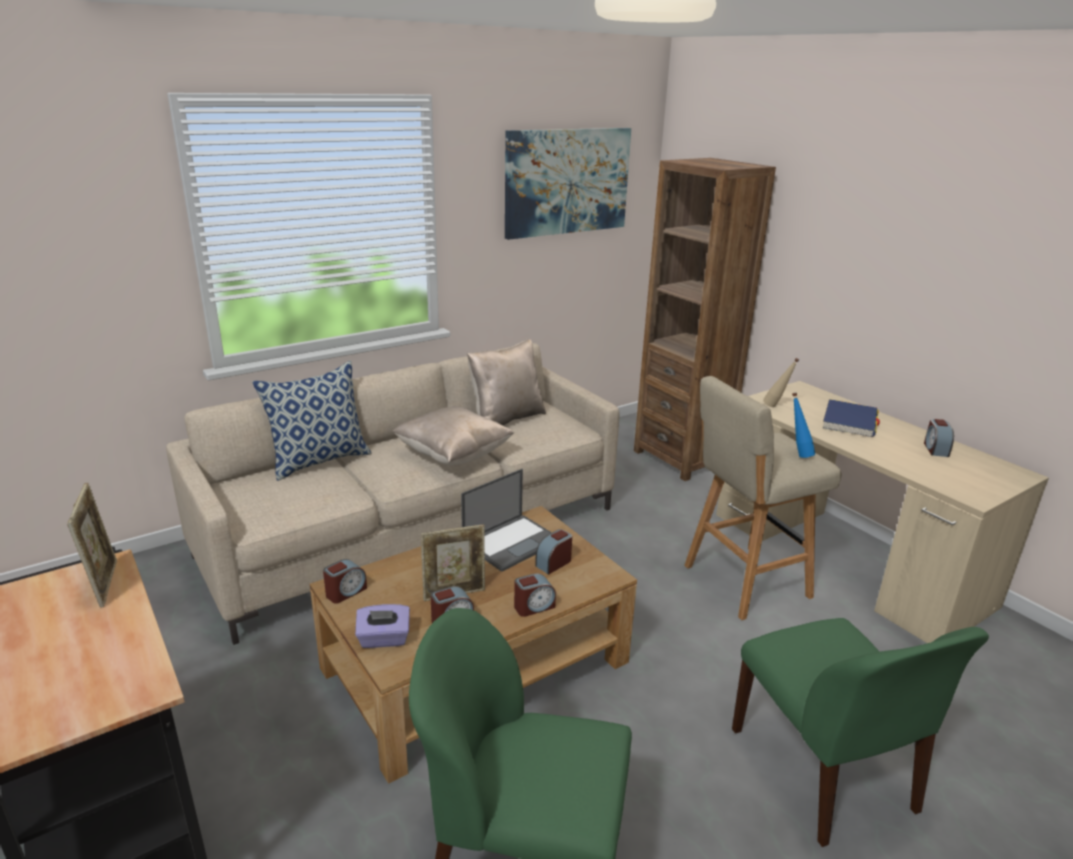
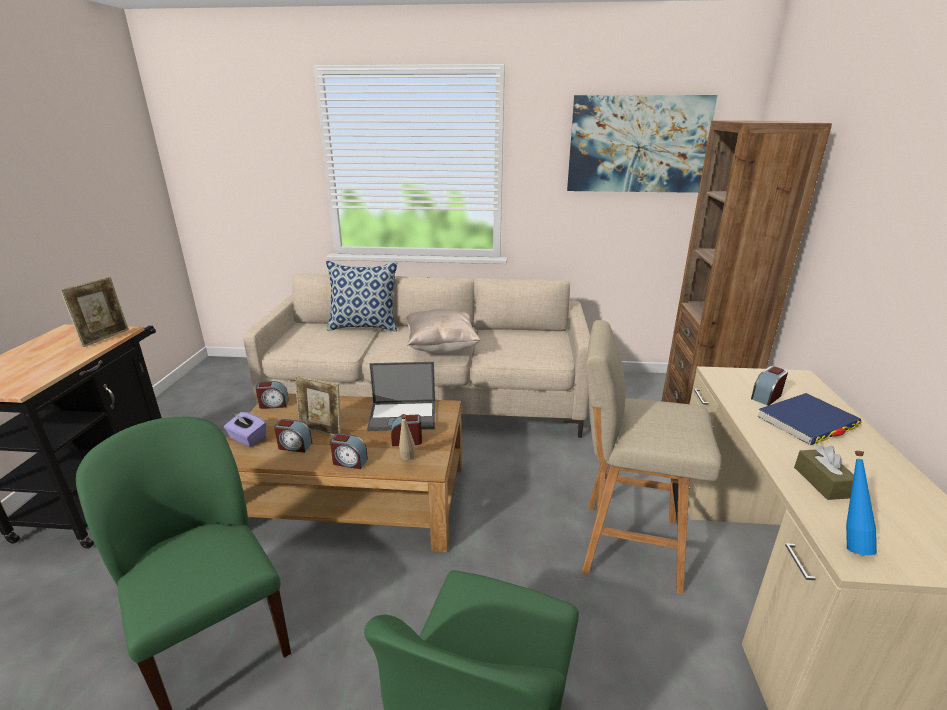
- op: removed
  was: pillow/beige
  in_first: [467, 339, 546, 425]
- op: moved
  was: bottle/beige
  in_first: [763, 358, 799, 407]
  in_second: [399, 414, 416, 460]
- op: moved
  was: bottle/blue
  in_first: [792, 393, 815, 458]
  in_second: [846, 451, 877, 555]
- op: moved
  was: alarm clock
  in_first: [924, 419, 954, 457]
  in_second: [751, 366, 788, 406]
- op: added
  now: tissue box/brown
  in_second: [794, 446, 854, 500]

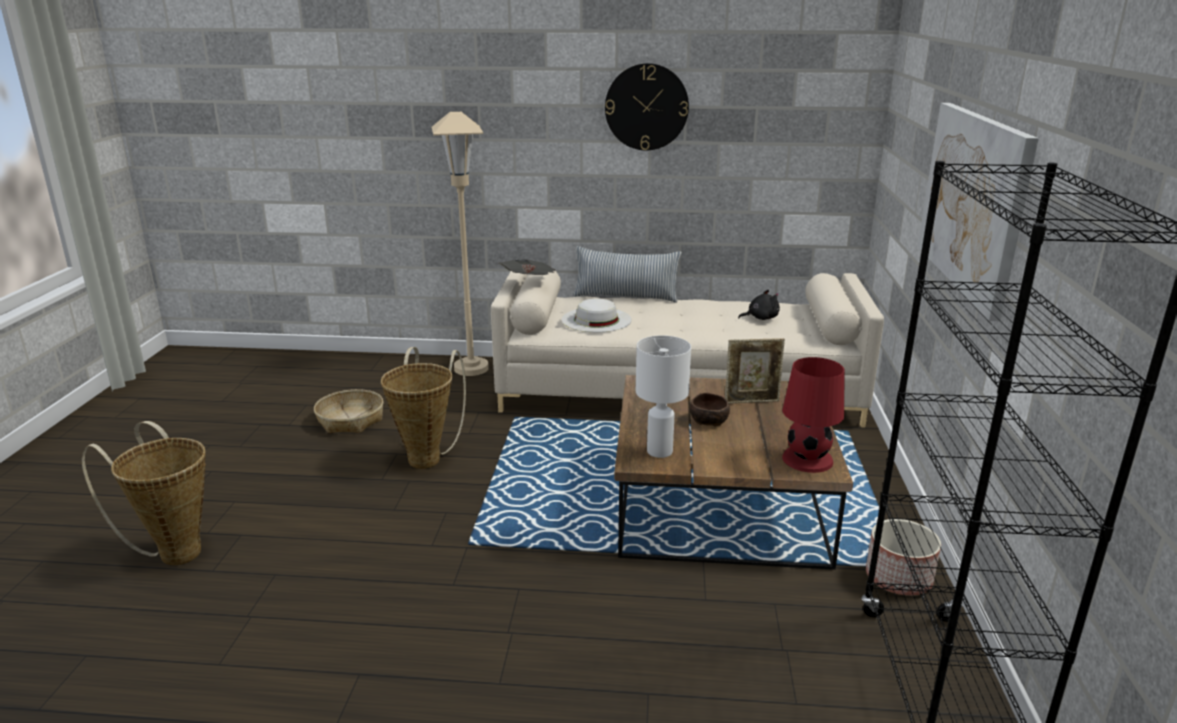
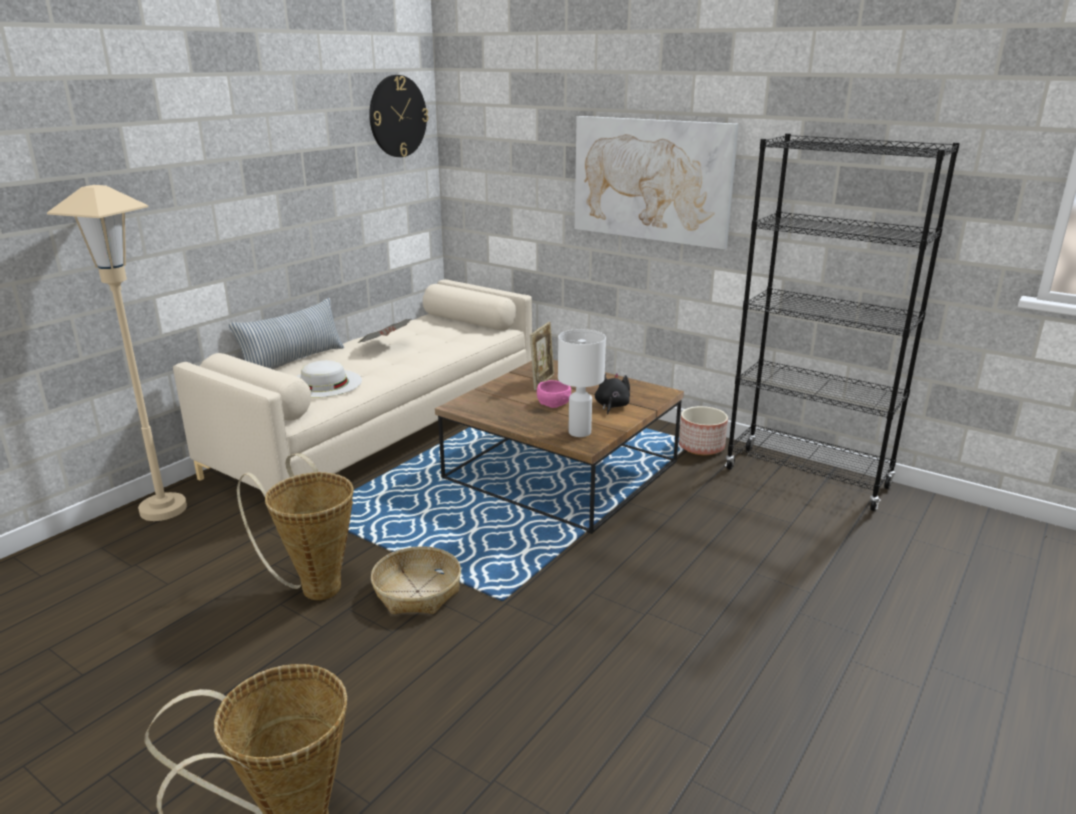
- op: moved
  was: wall clock
  in_first: [605, 63, 689, 150]
  in_second: [369, 75, 428, 157]
- op: moved
  was: newspaper
  in_first: [498, 260, 556, 275]
  in_second: [358, 319, 412, 343]
- op: moved
  was: plush toy/black
  in_first: [738, 289, 780, 320]
  in_second: [595, 373, 630, 415]
- op: removed
  was: table lamp/red
  in_first: [782, 357, 845, 473]
- op: moved
  was: basket
  in_first: [314, 389, 384, 433]
  in_second: [371, 546, 461, 614]
- op: recoloured
  was: bowl/brown
  now: bowl/pink
  in_first: [690, 393, 730, 427]
  in_second: [537, 380, 571, 408]

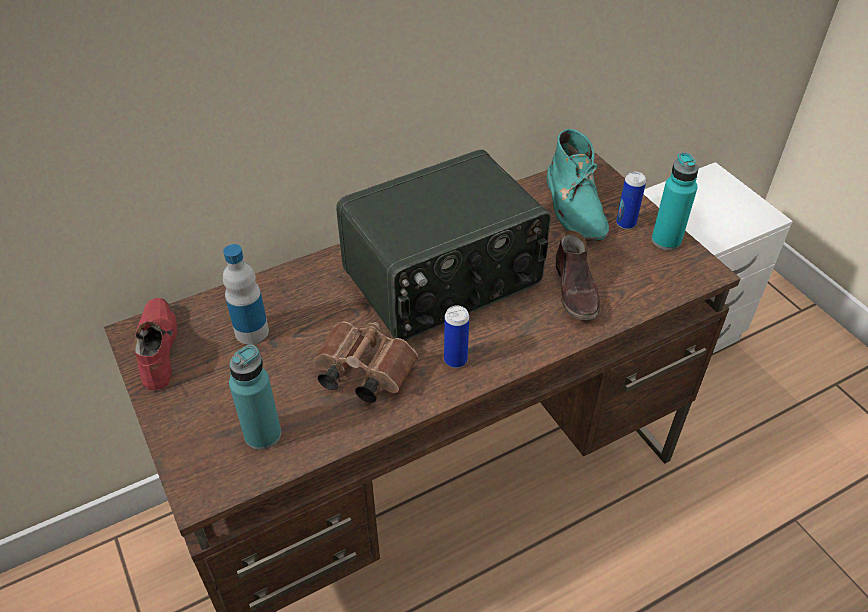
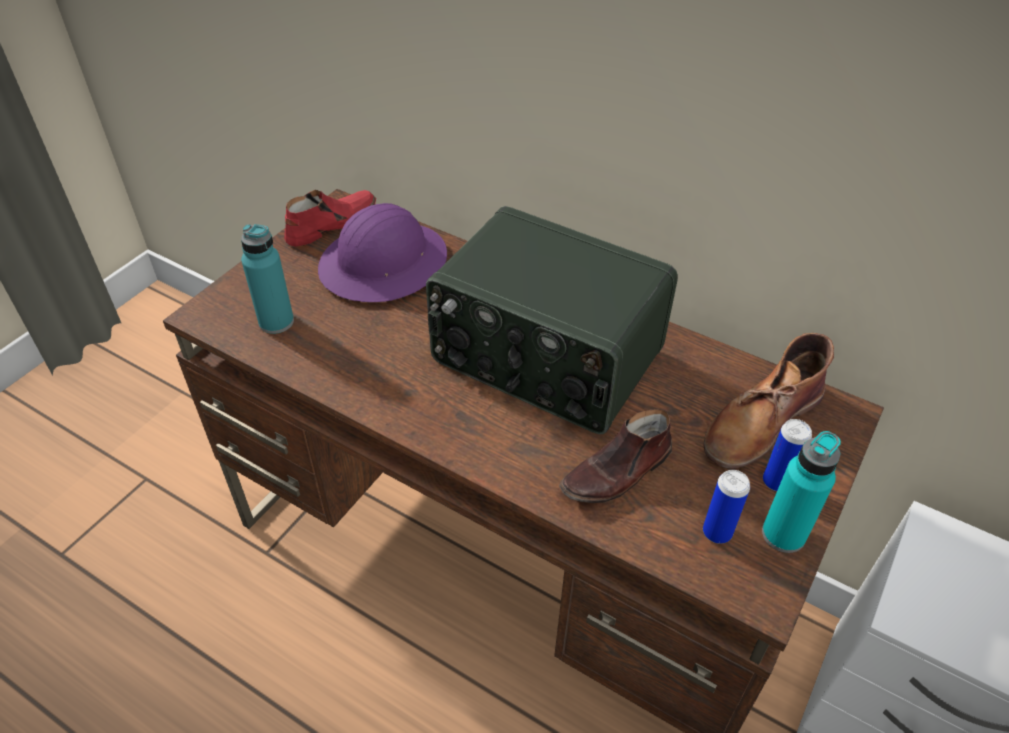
- op: recoloured
  was: boot/turquoise
  now: boot/brown
  in_first: [547, 129, 609, 241]
  in_second: [703, 333, 834, 468]
- op: replaced
  was: bottle
  now: hard hat/purple
  in_first: [223, 244, 269, 345]
  in_second: [318, 203, 447, 302]
- op: moved
  was: can
  in_first: [444, 306, 469, 368]
  in_second: [703, 470, 750, 544]
- op: removed
  was: binoculars/brown
  in_first: [313, 322, 418, 403]

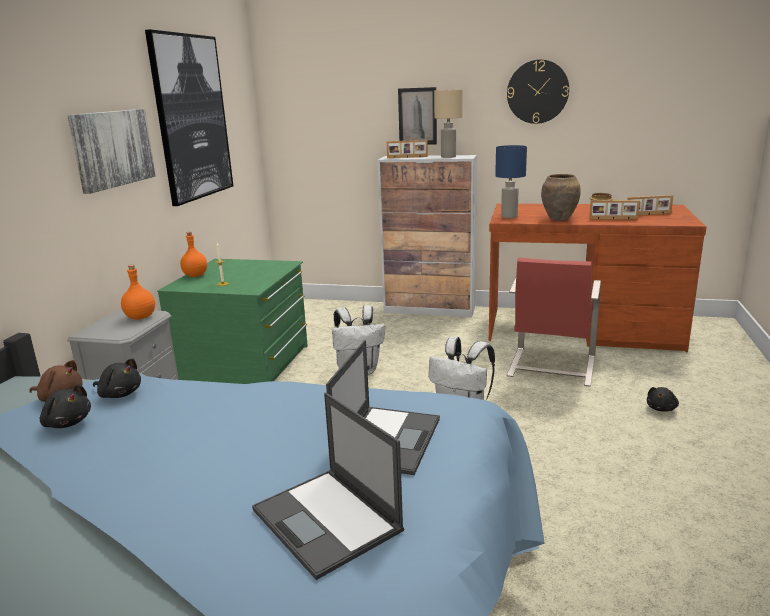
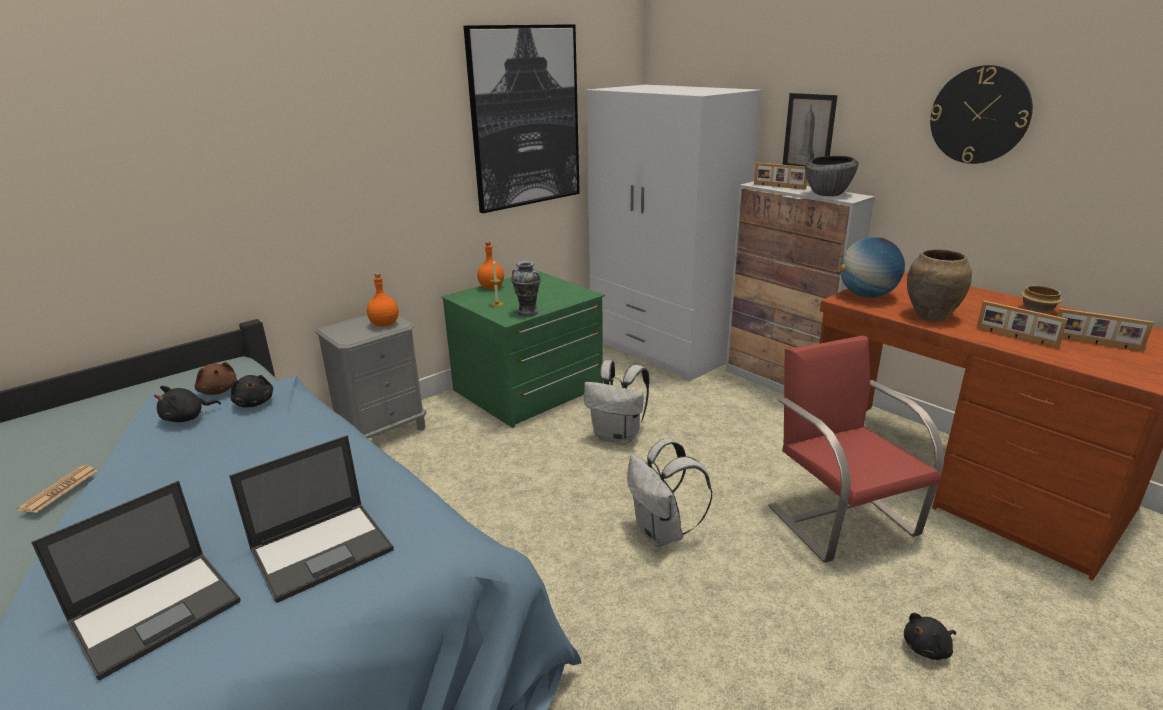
- op: replaced
  was: table lamp/beige
  now: bowl
  in_first: [434, 89, 463, 158]
  in_second: [805, 156, 859, 196]
- op: removed
  was: picture
  in_first: [67, 109, 156, 194]
- op: replaced
  was: table lamp/blue
  now: globe
  in_first: [495, 145, 527, 218]
  in_second: [840, 237, 905, 298]
- op: turned
  was: chair/red
  in_first: [507, 257, 601, 387]
  in_second: [768, 335, 944, 563]
  clockwise: 105
- op: turned
  was: plush toy/black
  in_first: [40, 385, 91, 428]
  in_second: [154, 386, 221, 422]
  clockwise: 75
- op: turned
  was: laptop
  in_first: [252, 393, 404, 580]
  in_second: [31, 481, 240, 681]
  clockwise: -135
- op: added
  now: wardrobe/white
  in_second: [586, 85, 762, 381]
- op: added
  now: vase
  in_second: [511, 261, 541, 317]
- op: added
  now: newspaper
  in_second: [17, 466, 97, 513]

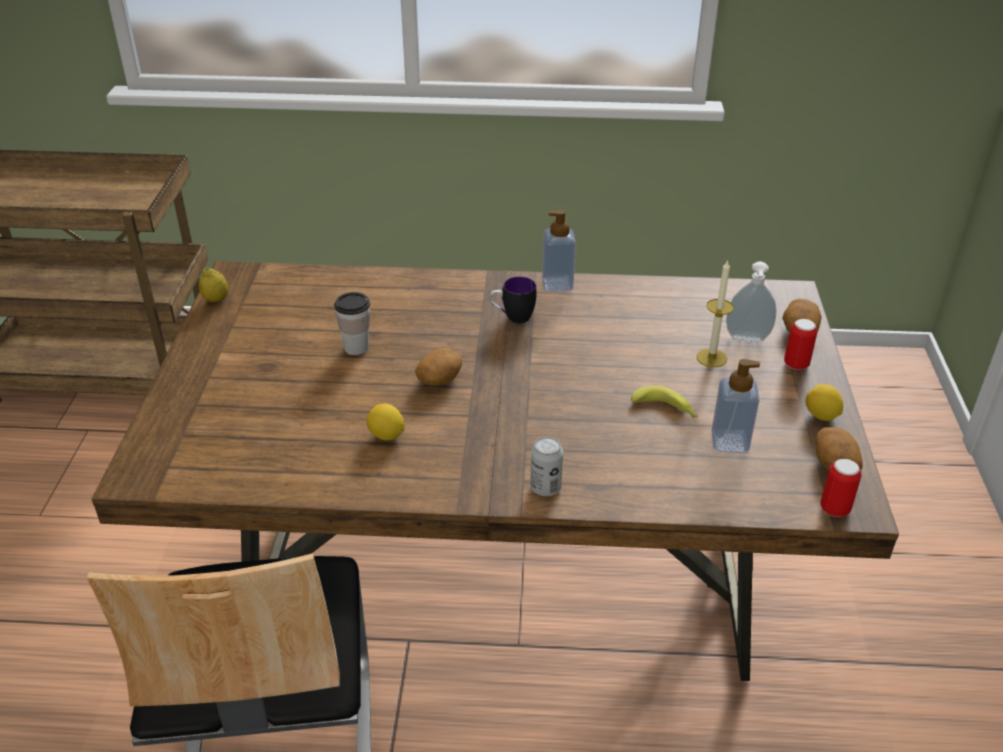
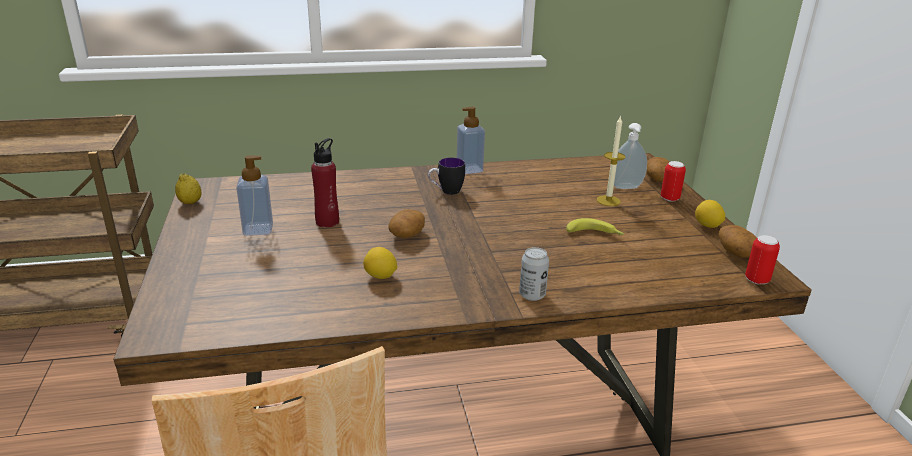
- op: replaced
  was: cup
  now: bottle/red
  in_first: [334, 292, 370, 355]
  in_second: [311, 138, 339, 227]
- op: moved
  was: soap dispenser
  in_first: [711, 359, 760, 453]
  in_second: [236, 155, 273, 236]

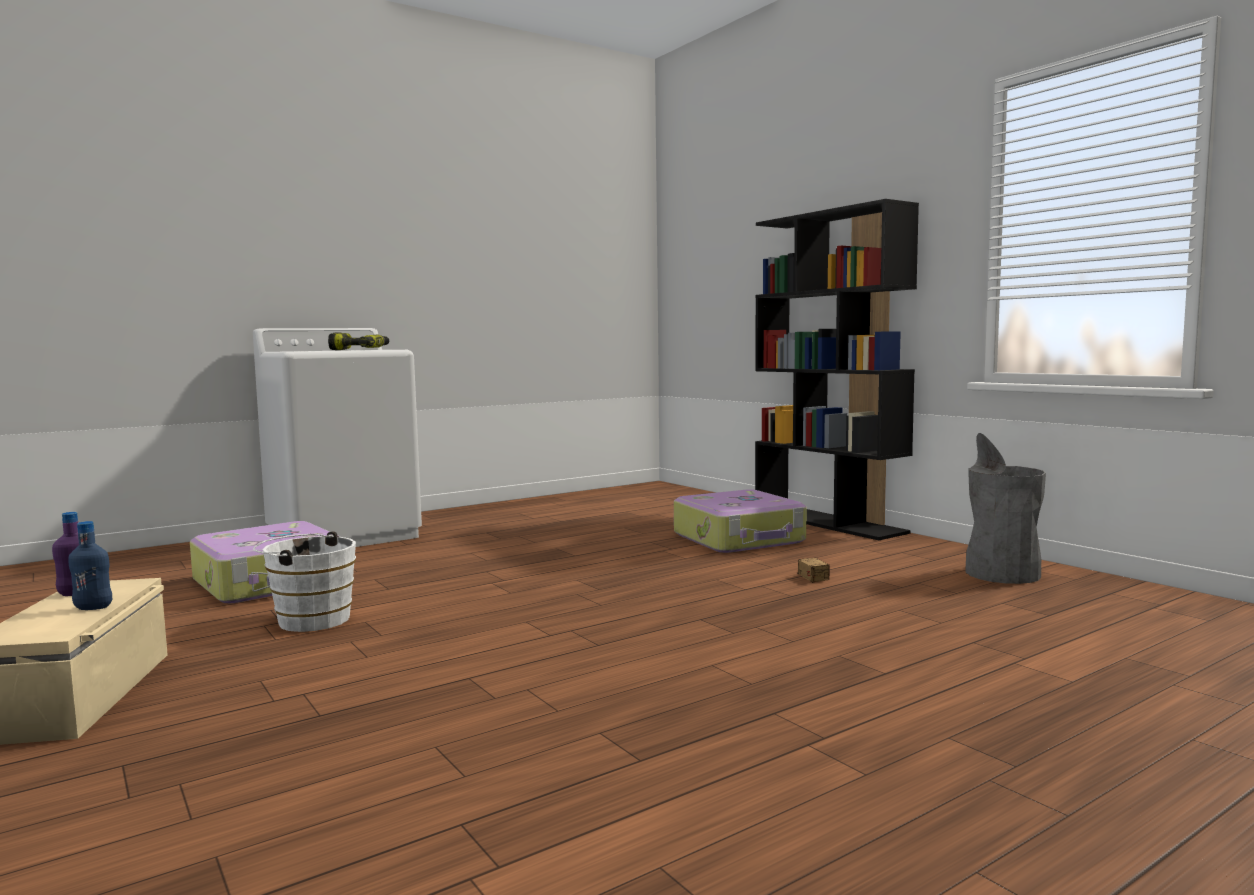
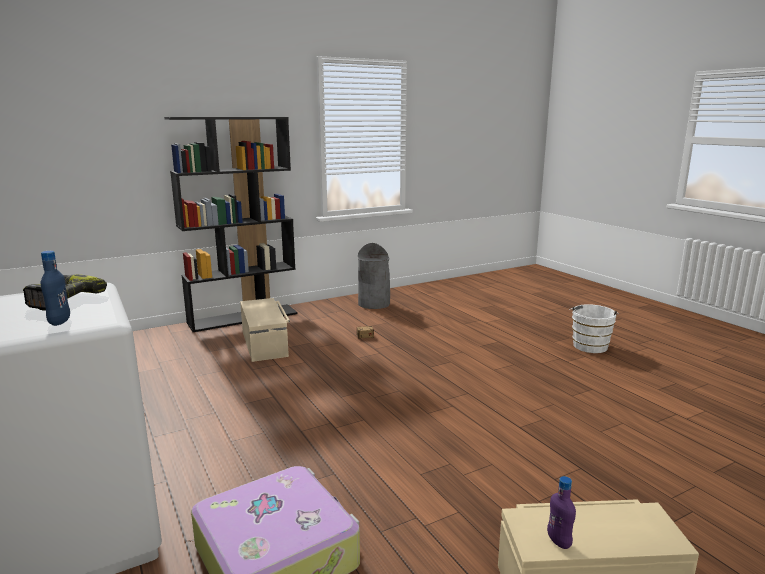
- op: replaced
  was: suitcase
  now: storage box/beige
  in_first: [674, 489, 806, 553]
  in_second: [240, 298, 290, 362]
- op: moved
  was: bottle/blue
  in_first: [68, 521, 112, 610]
  in_second: [41, 251, 70, 326]
- op: moved
  was: bucket/white
  in_first: [253, 531, 356, 632]
  in_second: [569, 304, 619, 353]

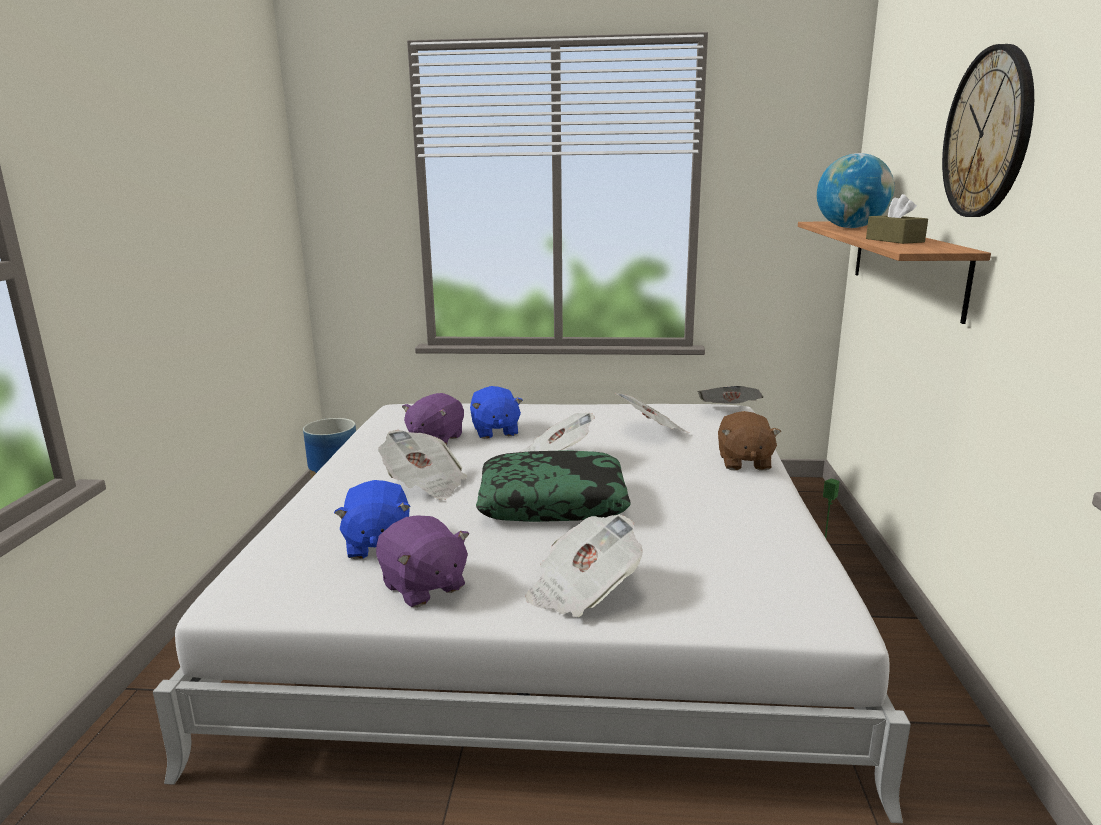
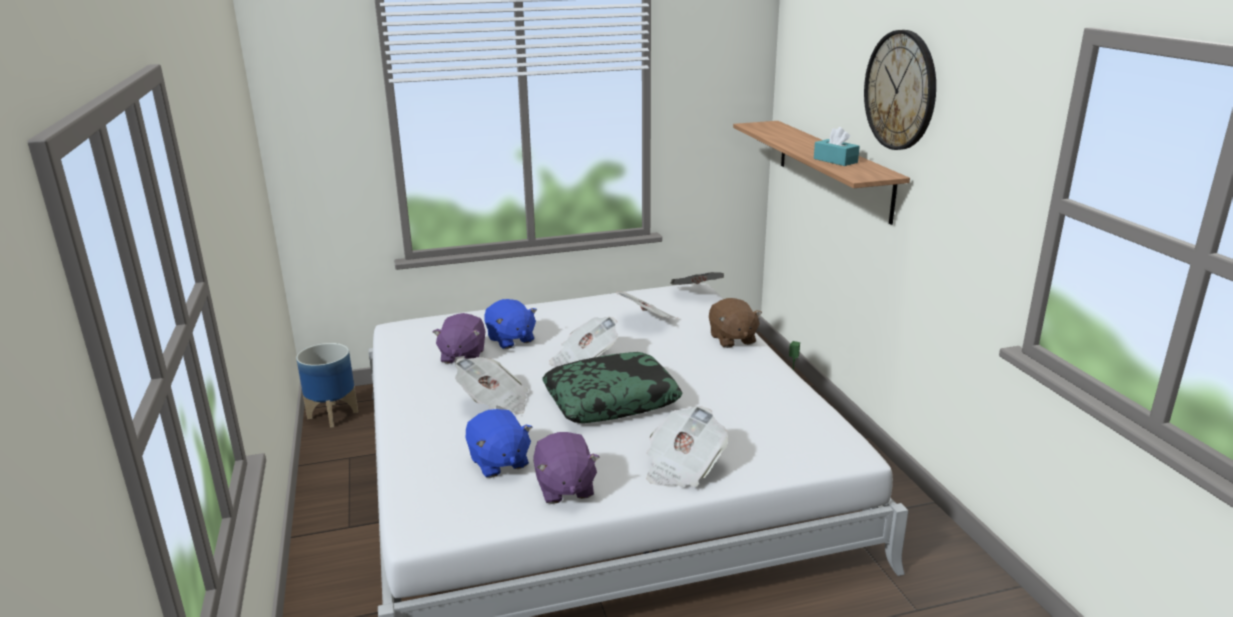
- op: removed
  was: globe
  in_first: [817, 153, 894, 228]
- op: recoloured
  was: tissue box/brown
  now: tissue box/turquoise
  in_first: [866, 194, 928, 244]
  in_second: [814, 127, 860, 166]
- op: turned
  was: plush toy/purple
  in_first: [376, 515, 469, 607]
  in_second: [533, 432, 600, 504]
  clockwise: 45

